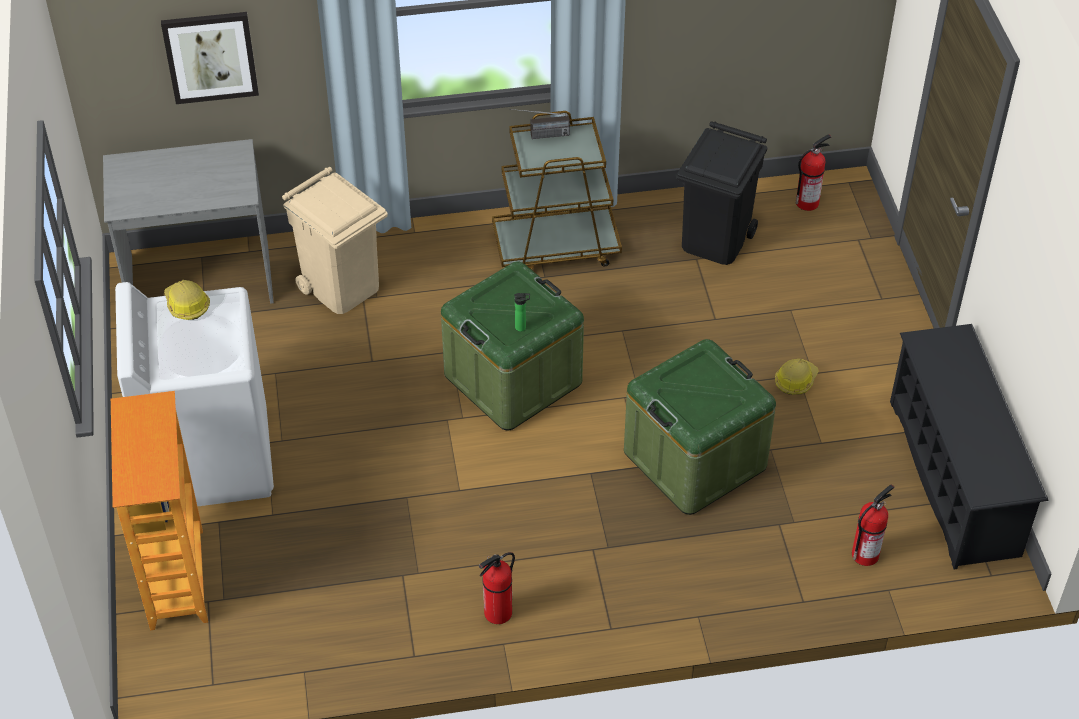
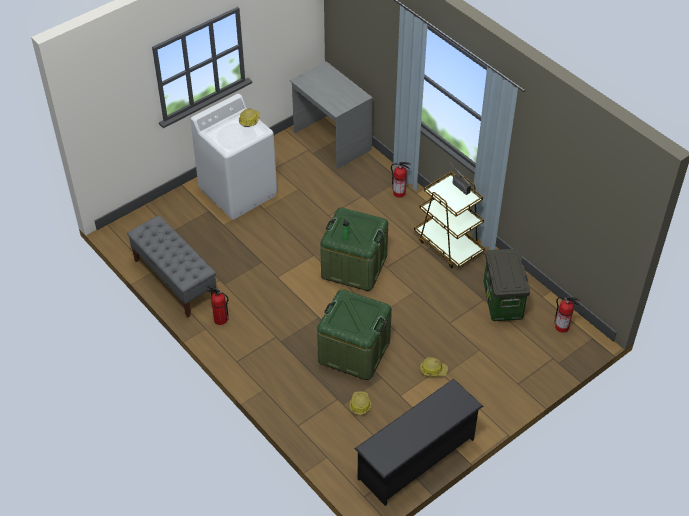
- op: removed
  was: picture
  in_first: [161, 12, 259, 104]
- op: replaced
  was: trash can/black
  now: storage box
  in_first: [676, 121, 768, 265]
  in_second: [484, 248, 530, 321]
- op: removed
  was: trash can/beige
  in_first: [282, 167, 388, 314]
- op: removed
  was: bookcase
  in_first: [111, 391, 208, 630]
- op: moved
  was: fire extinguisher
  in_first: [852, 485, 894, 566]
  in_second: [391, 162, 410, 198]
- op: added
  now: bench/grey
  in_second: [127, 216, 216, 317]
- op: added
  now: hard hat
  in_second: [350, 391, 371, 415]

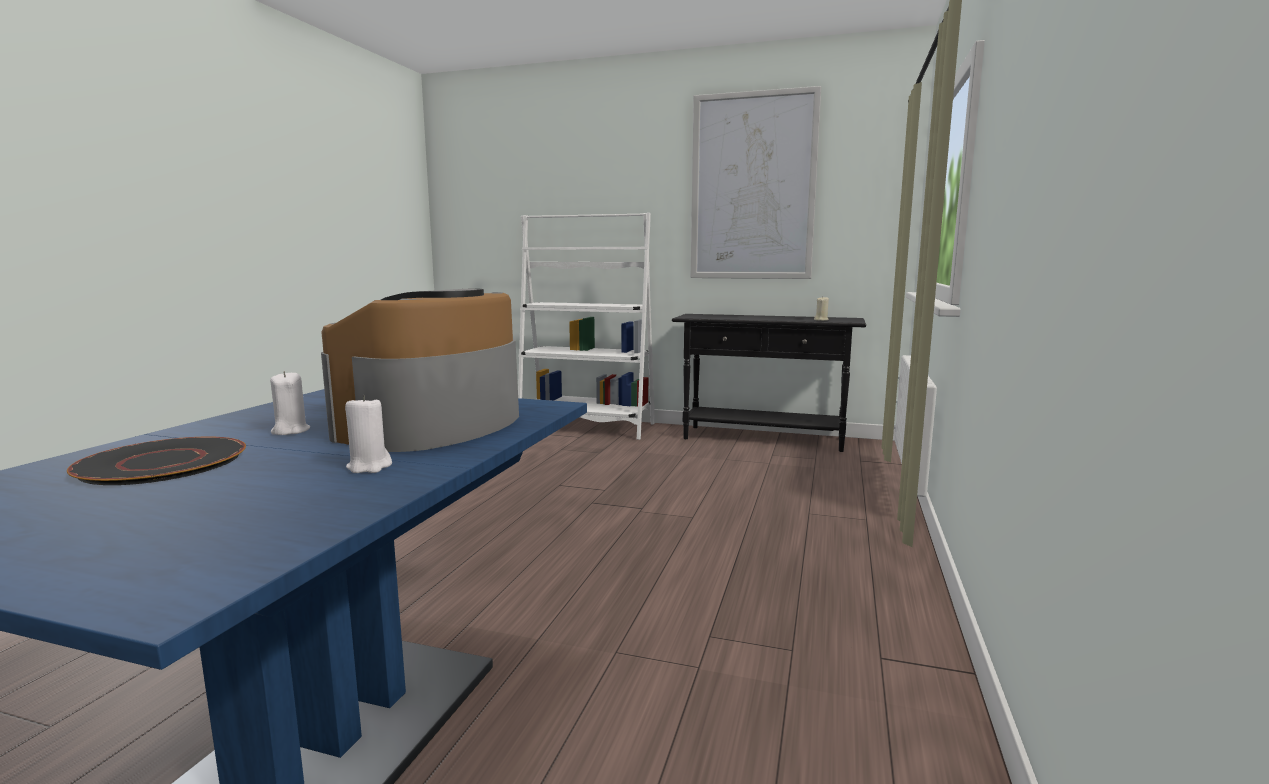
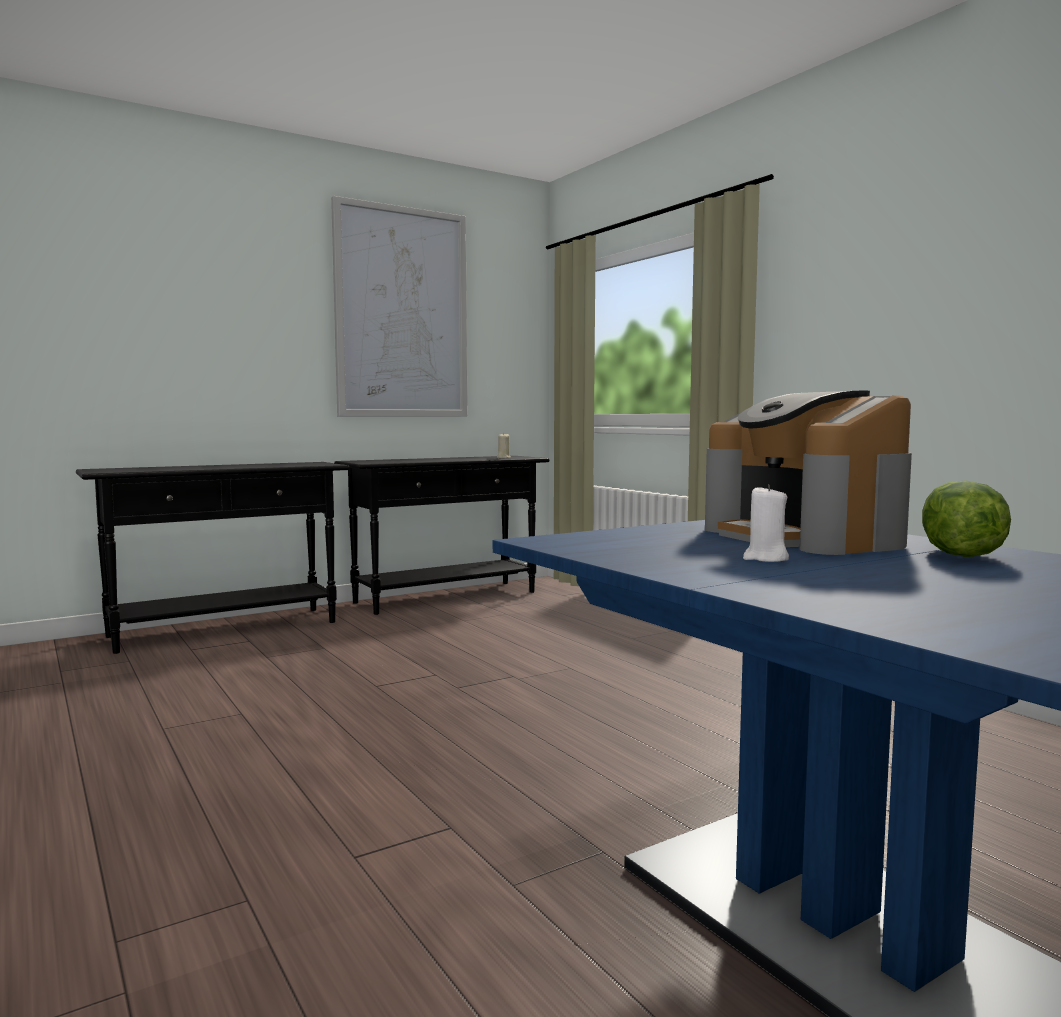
- op: replaced
  was: bookcase/white
  now: console table/black
  in_first: [518, 213, 655, 440]
  in_second: [76, 462, 349, 654]
- op: replaced
  was: candle/white
  now: lettuce
  in_first: [345, 395, 392, 473]
  in_second: [922, 480, 1011, 557]
- op: removed
  was: plate/black
  in_first: [67, 437, 246, 485]

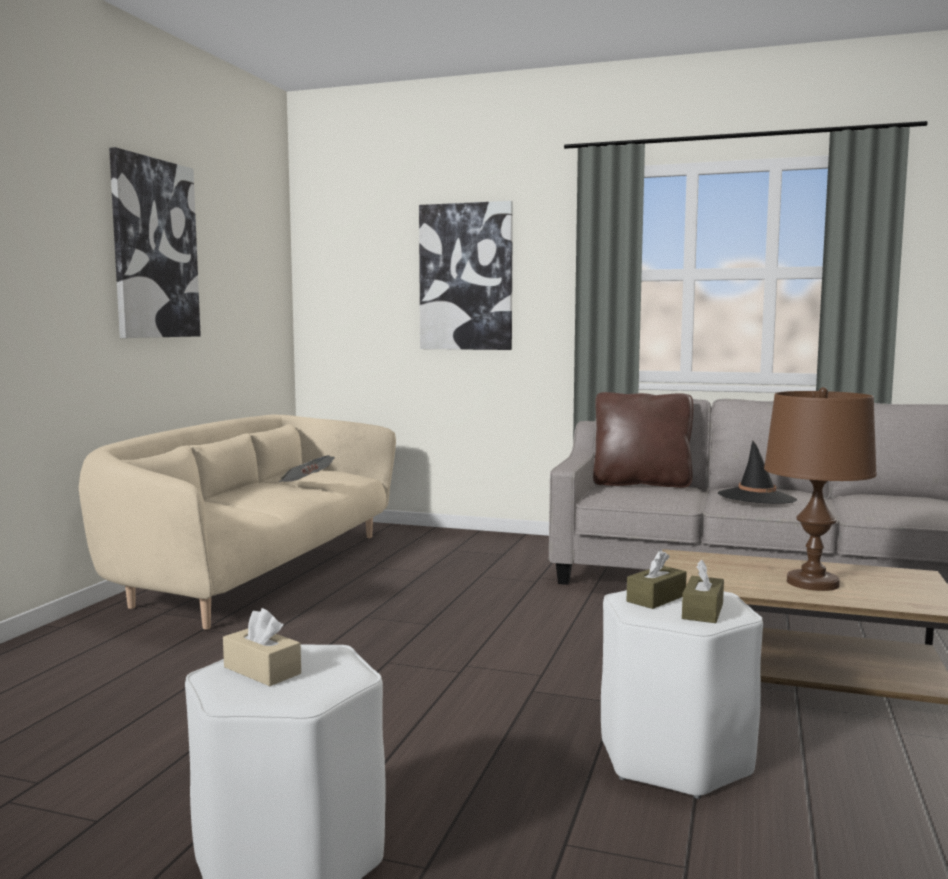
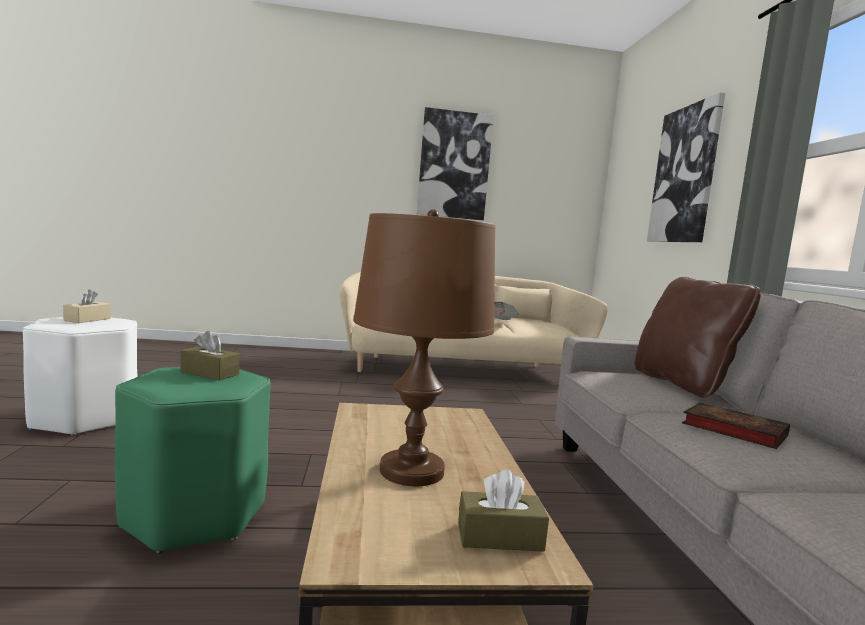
- op: replaced
  was: hat/black
  now: book
  in_first: [718, 441, 797, 504]
  in_second: [682, 402, 790, 449]
- op: moved
  was: tissue box/brown
  in_first: [682, 560, 724, 623]
  in_second: [458, 470, 549, 552]
- op: recoloured
  was: stool/white
  now: stool/green
  in_first: [601, 590, 763, 799]
  in_second: [115, 367, 271, 553]

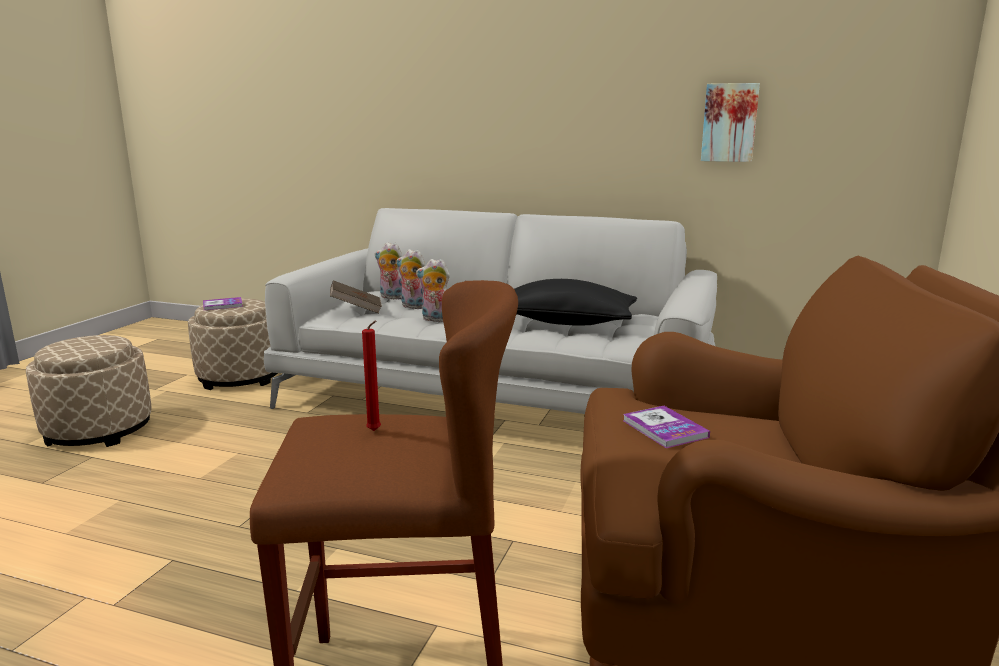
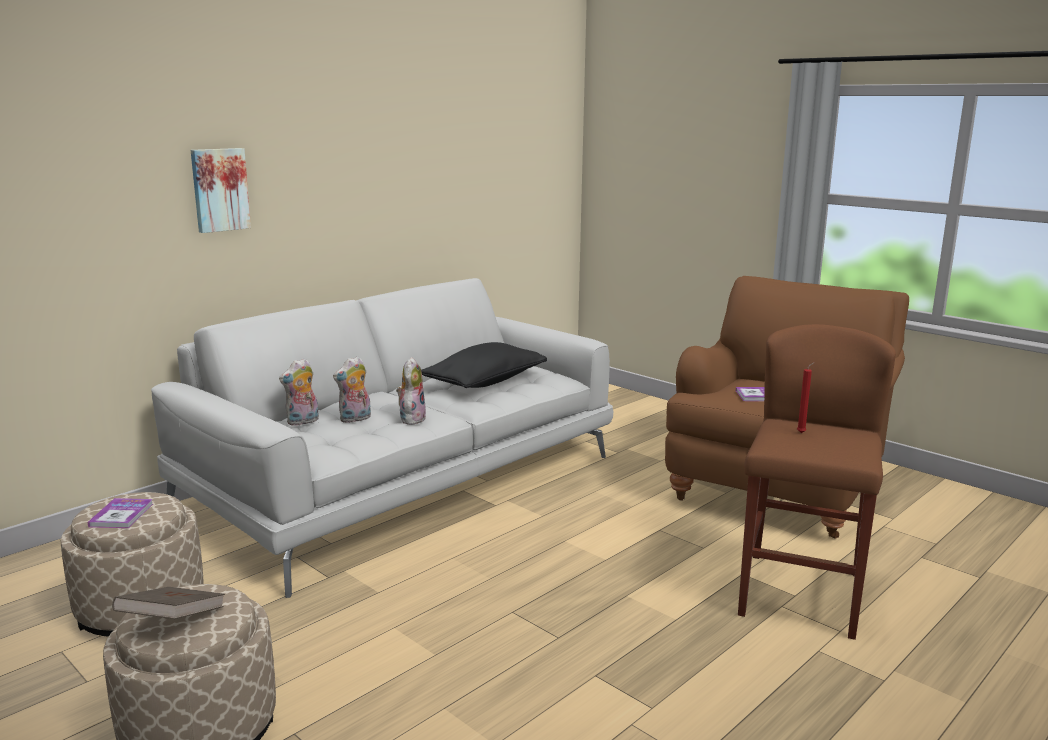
- op: moved
  was: picture
  in_first: [701, 83, 760, 162]
  in_second: [191, 148, 251, 233]
- op: turned
  was: plush toy
  in_first: [416, 259, 450, 322]
  in_second: [396, 357, 426, 425]
  clockwise: 150
- op: moved
  was: book/brown
  in_first: [330, 280, 382, 314]
  in_second: [112, 587, 225, 619]

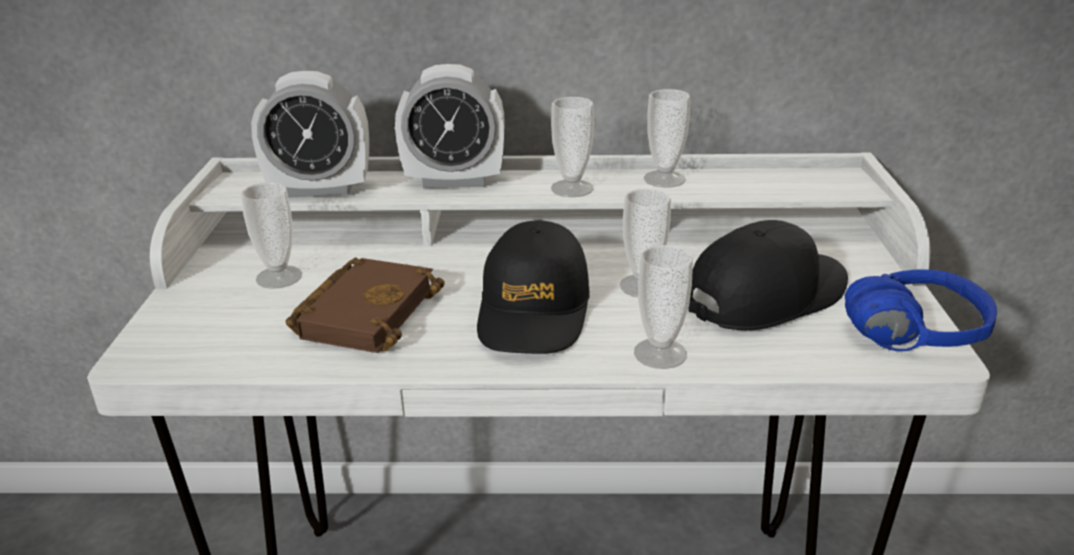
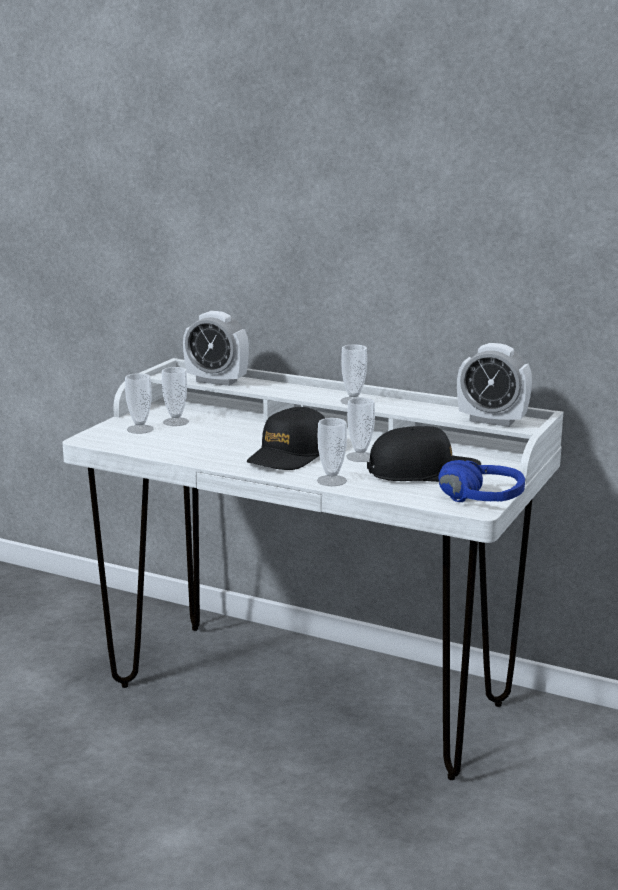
- op: moved
  was: alarm clock
  in_first: [395, 64, 504, 188]
  in_second: [457, 343, 532, 427]
- op: moved
  was: cup
  in_first: [644, 89, 690, 187]
  in_second: [125, 373, 154, 434]
- op: removed
  was: book/brown
  in_first: [285, 258, 445, 353]

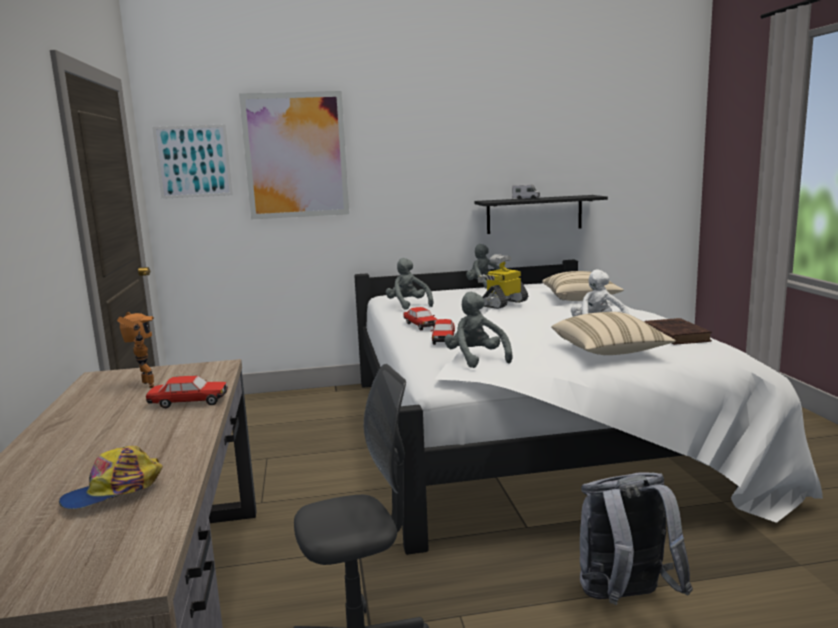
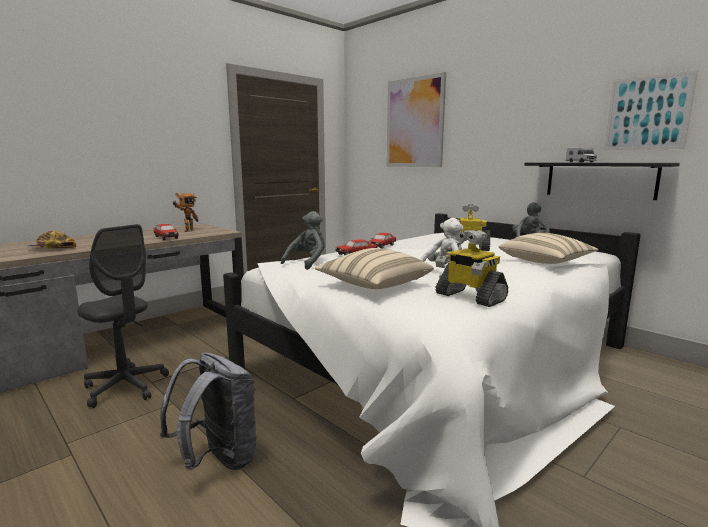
- op: moved
  was: picture
  in_first: [152, 125, 233, 199]
  in_second: [604, 70, 698, 150]
- op: removed
  was: plush toy/grey
  in_first: [386, 258, 433, 310]
- op: replaced
  was: book/brown
  now: toy robot
  in_first: [645, 318, 712, 345]
  in_second: [435, 230, 508, 307]

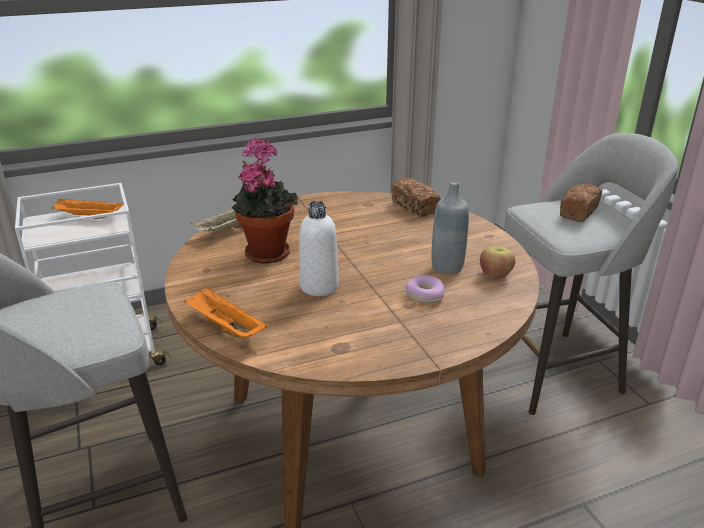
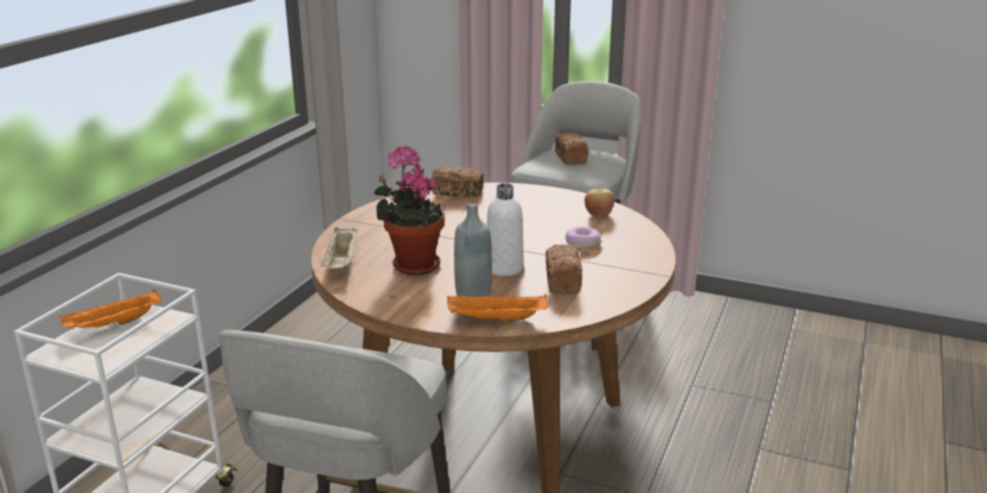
- op: moved
  was: bottle/grey
  in_first: [432, 181, 469, 275]
  in_second: [454, 203, 492, 297]
- op: added
  now: bread
  in_second: [546, 244, 583, 294]

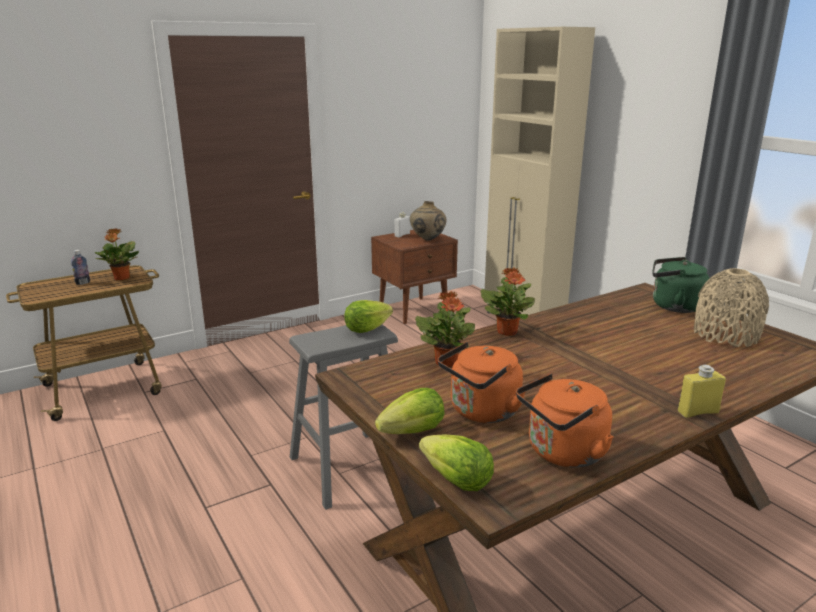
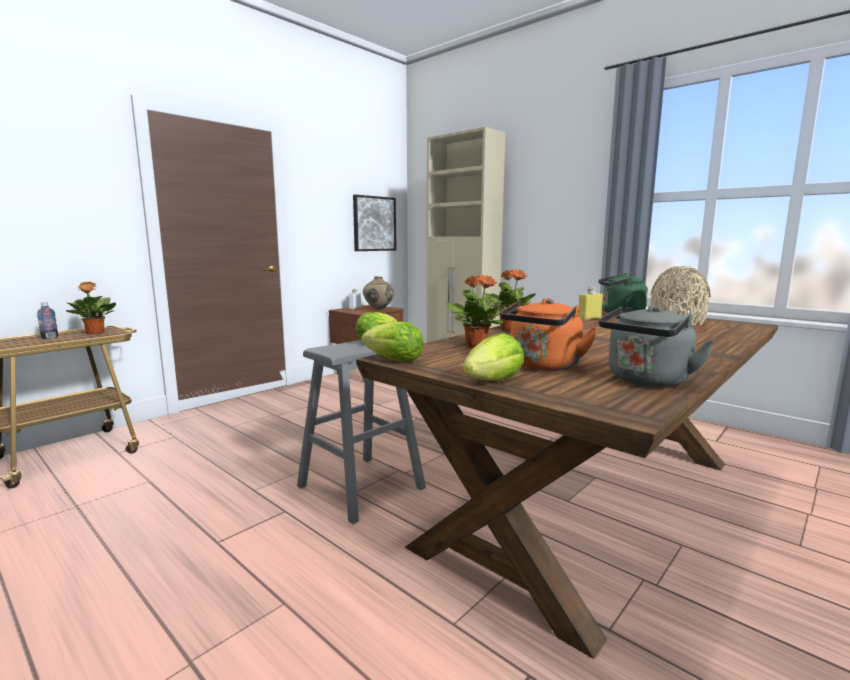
- op: moved
  was: bottle/yellow
  in_first: [678, 365, 726, 418]
  in_second: [578, 287, 603, 320]
- op: recoloured
  was: kettle/orange
  now: kettle/grey
  in_first: [516, 374, 613, 468]
  in_second: [599, 305, 715, 387]
- op: moved
  was: lettuce
  in_first: [419, 434, 494, 491]
  in_second: [361, 322, 424, 362]
- op: added
  now: picture
  in_second: [353, 195, 396, 251]

